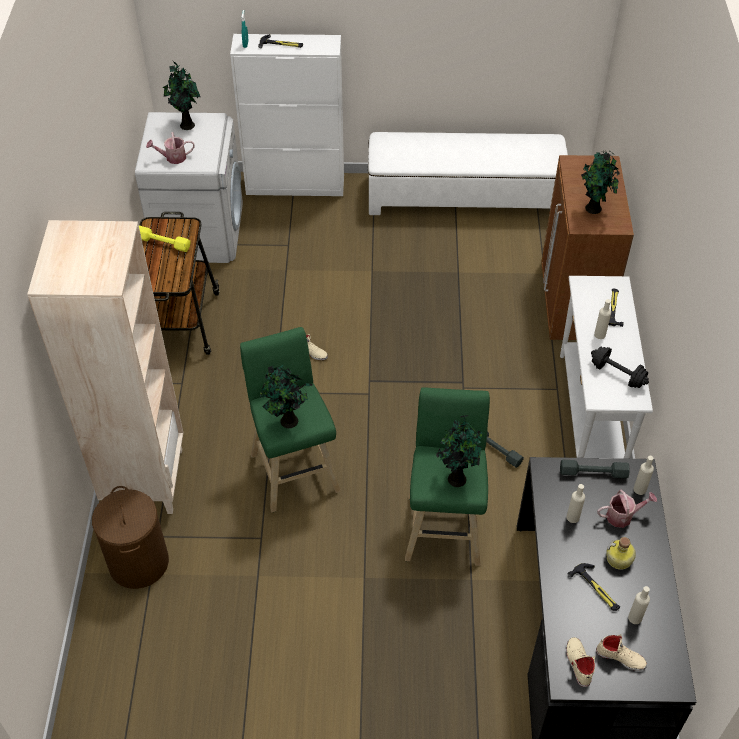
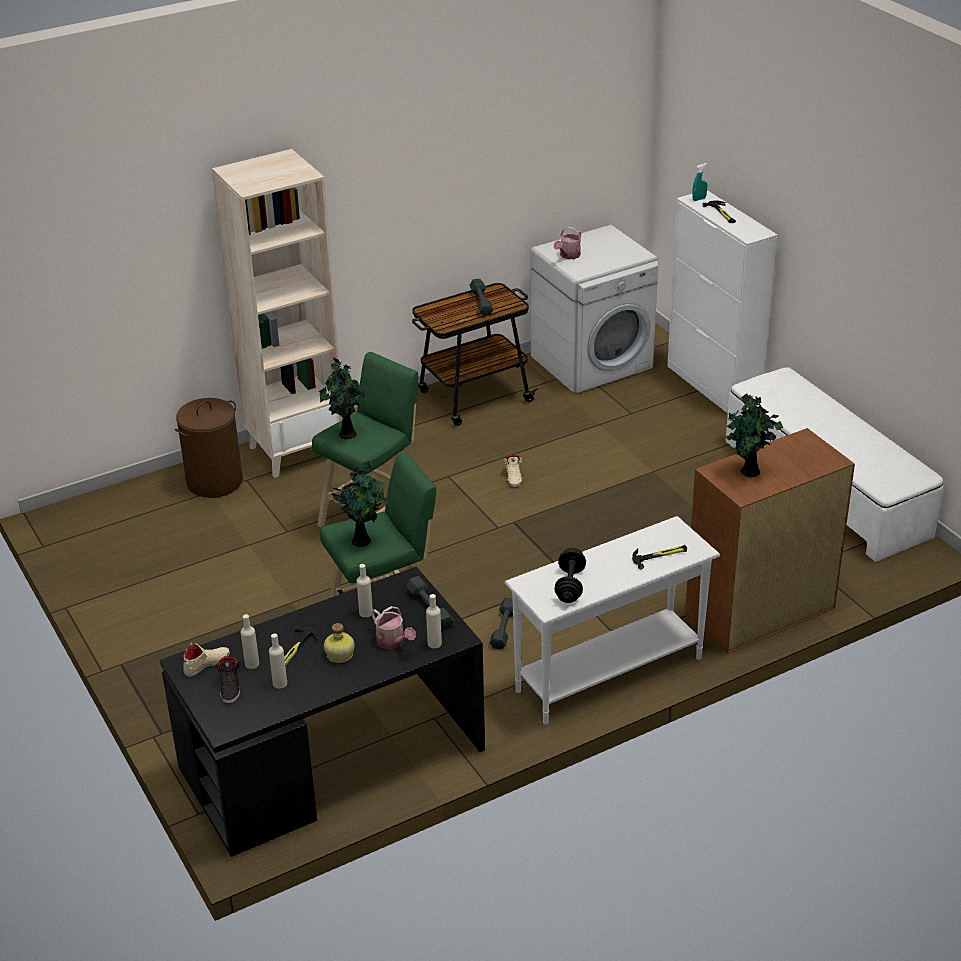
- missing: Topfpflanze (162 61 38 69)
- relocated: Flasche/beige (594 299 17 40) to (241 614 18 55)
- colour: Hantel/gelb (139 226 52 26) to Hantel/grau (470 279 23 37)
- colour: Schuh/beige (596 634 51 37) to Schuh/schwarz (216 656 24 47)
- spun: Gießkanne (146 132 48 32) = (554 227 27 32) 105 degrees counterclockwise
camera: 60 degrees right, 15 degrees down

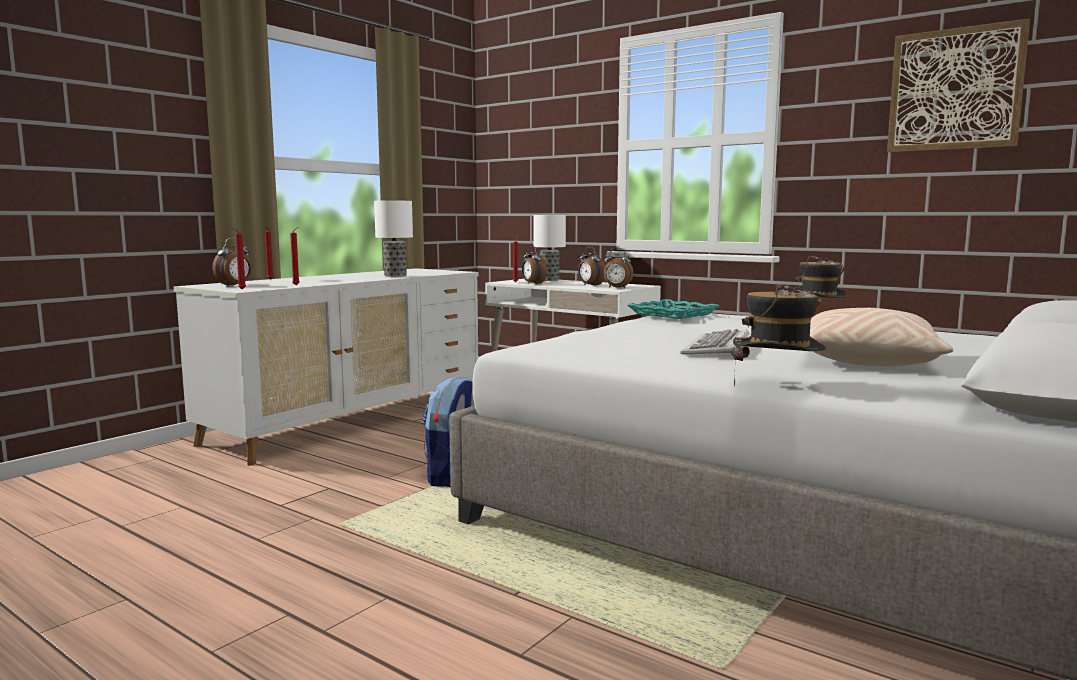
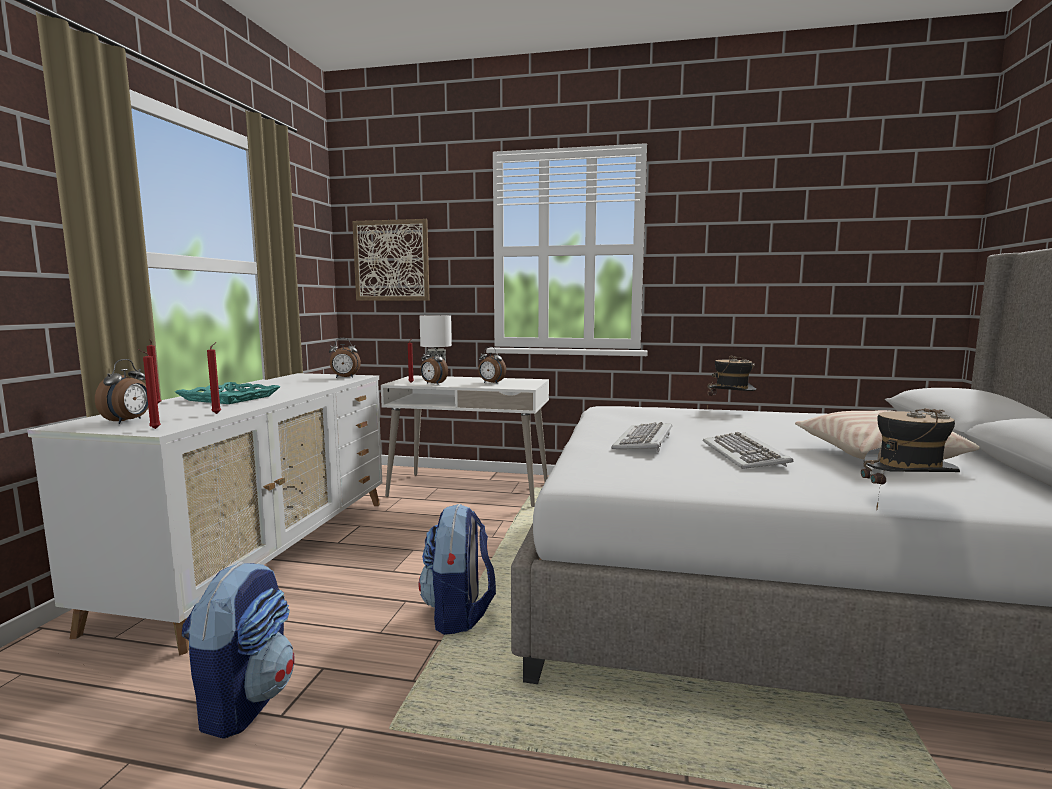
- missing: Tischlampe (374 200 39 77)
- appeared: Rucksack (182 562 113 177)
- appeared: Tastatur (611 422 61 30)
- relocated: Wecker (604 248 30 40) to (329 338 32 40)
- relocated: Tablett/türkis (627 299 93 20) to (175 382 105 22)
- relocated: Bild (887 18 143 134) to (352 219 78 82)
camera: 25 degrees left, 0 degrees up

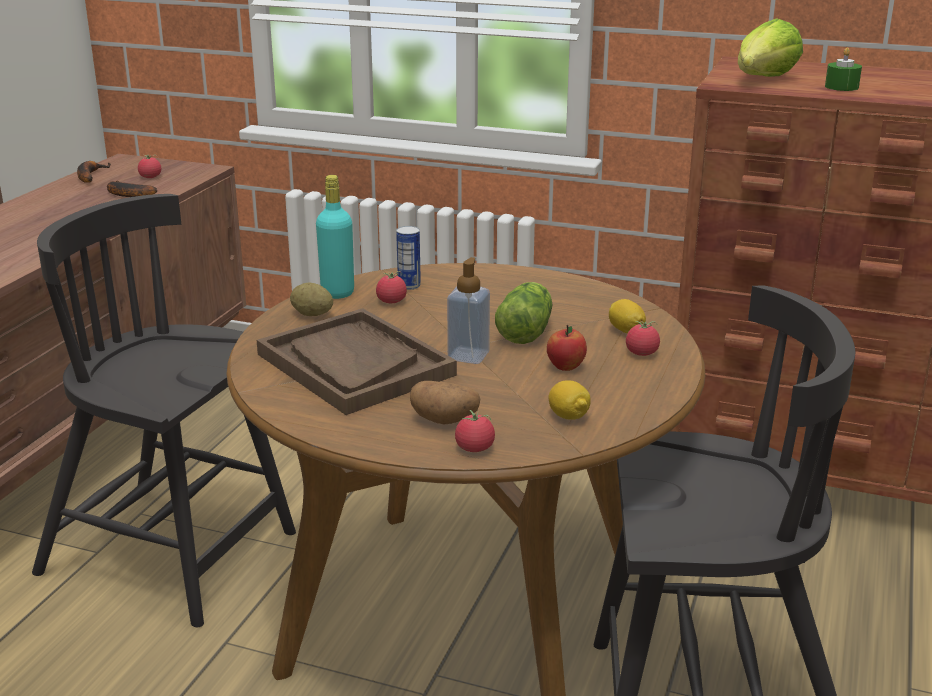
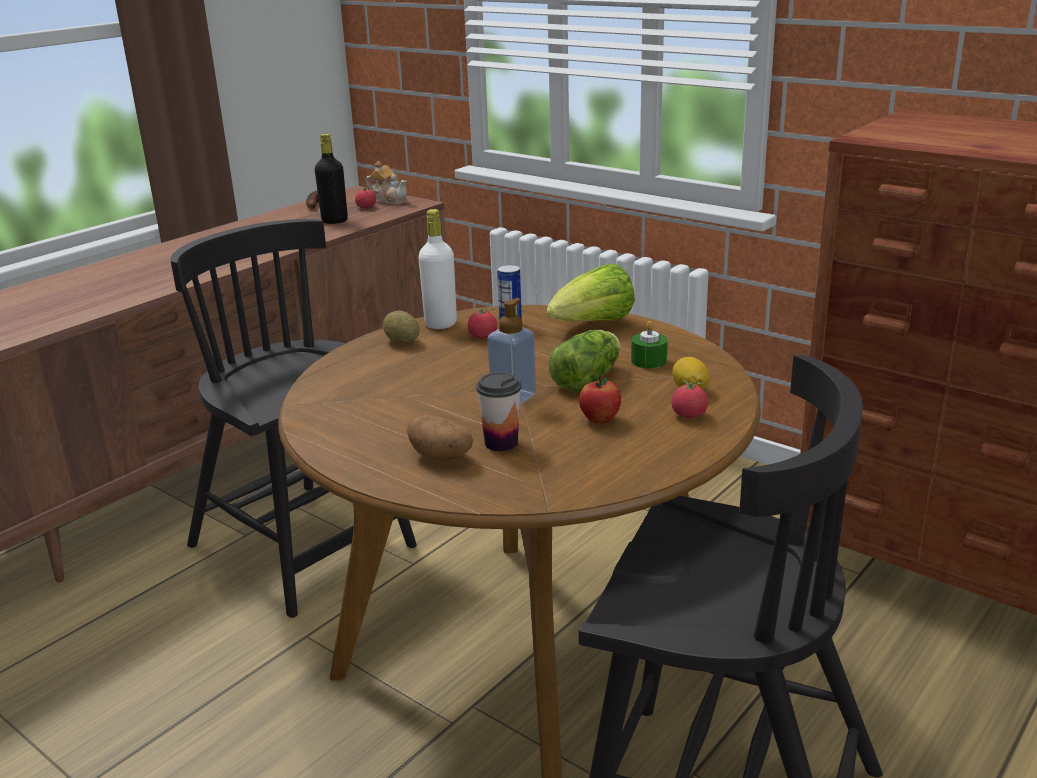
- missing: Tablett/braun (257 308 200 107)
- missing: Tomate (455 410 40 42)
- missing: Zitrone (549 380 42 40)
- appeared: Teekanne (366 161 41 44)
- appeared: Tasse (476 372 45 79)
- relocated: Salatkopf (738 18 65 59) to (547 264 88 57)
- relocated: Kerze/grün (825 47 37 44) to (631 321 37 47)
- exchanged: Banane (107 181 50 16) to Flasche/schwarz (315 134 33 90)
- colour: Flasche/türkis (316 175 38 124) to Flasche/weiß (418 209 39 120)
camera: 20 degrees right, 0 degrees up

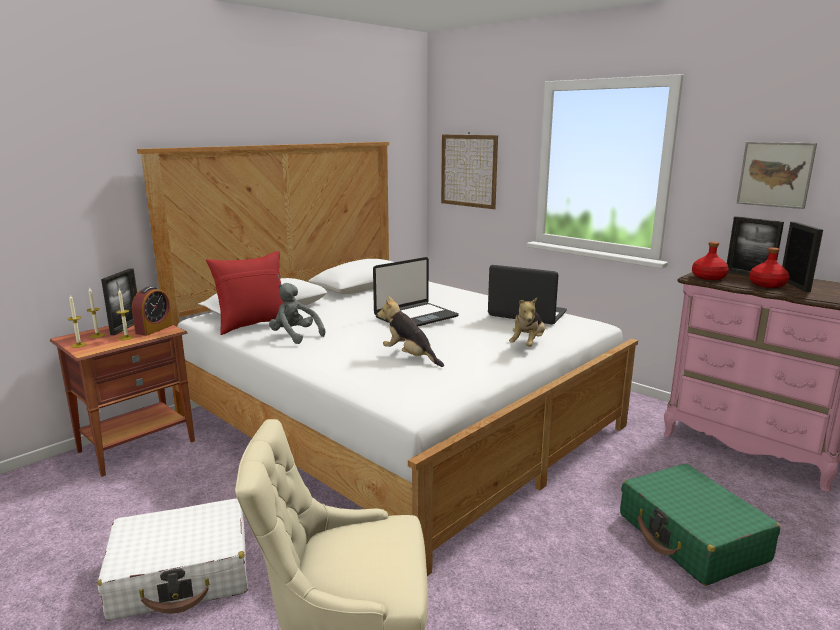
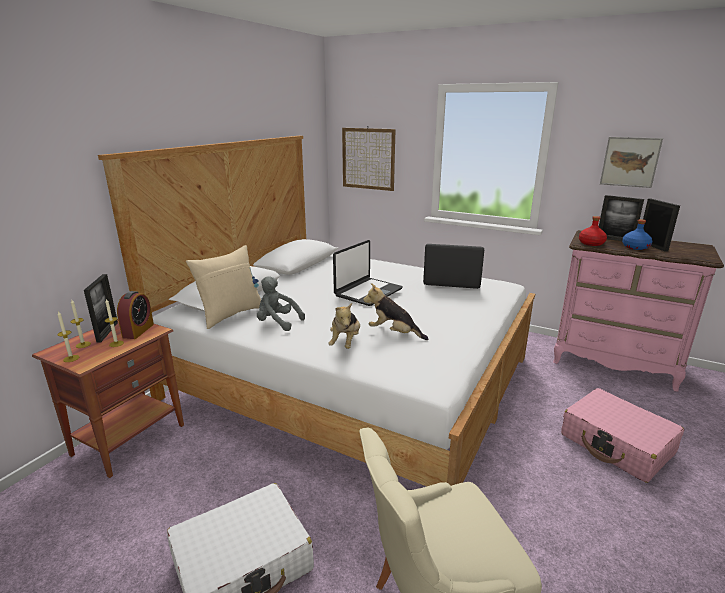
- relocated: Plüschtier (509 298 36 49) to (328 303 32 46)
- colour: Kissen/rot (206 251 78 84) to Kissen/beige (186 245 75 84)
- colour: Koffer/grün (620 464 160 122) to Koffer/rosa (561 388 123 95)
- colour: Flasche/rot (749 247 40 41) to Flasche/blau (622 219 30 31)
camera: 15 degrees left, 5 degrees up

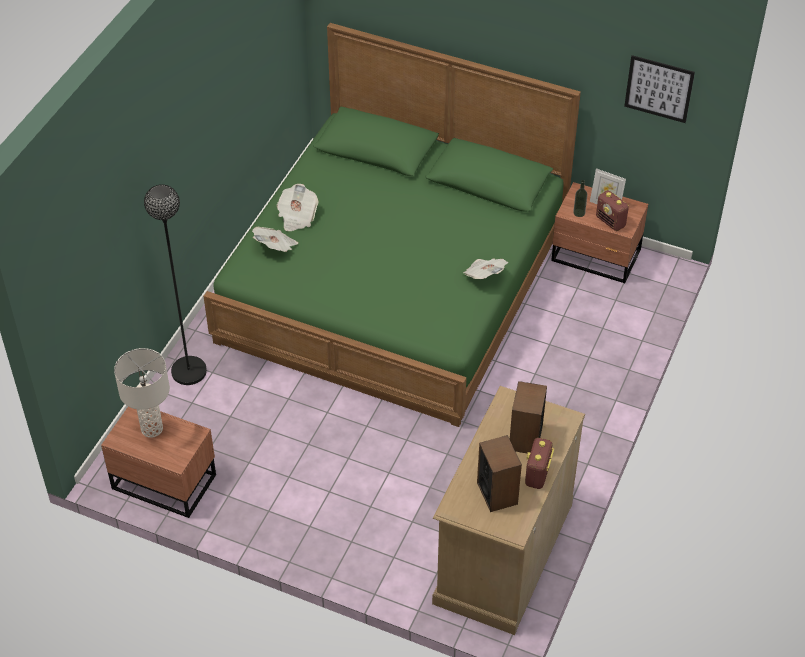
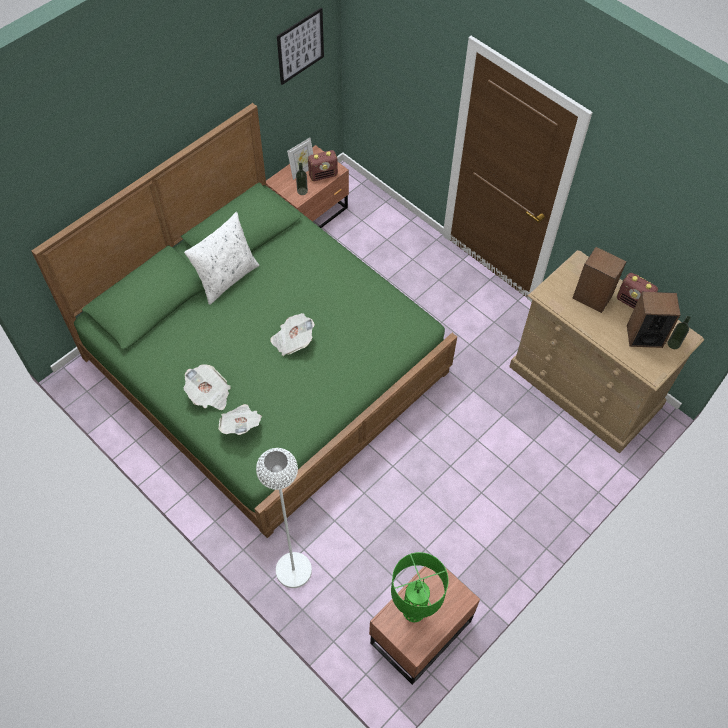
- appeared: Kissen/weiß (184 212 75 93)
- appeared: Flasche (668 316 23 33)
- relocated: Zeitung (463 258 45 21) to (270 313 45 43)
- colour: Tischlampe/weiß (114 348 56 90) to Tischlampe/grün (391 552 58 70)
- colour: Stehlampe/schwarz (144 184 63 201) to Stehlampe/weiß (256 448 56 140)
camera: 70 degrees left, 10 degrees up

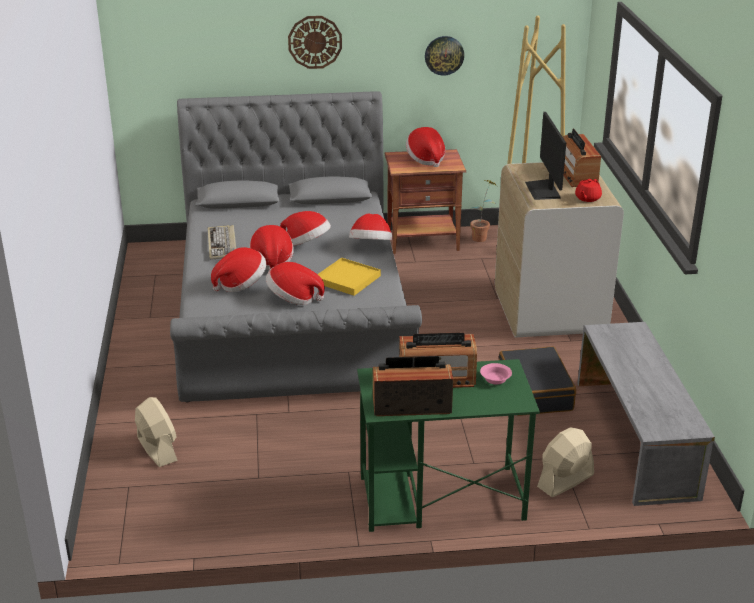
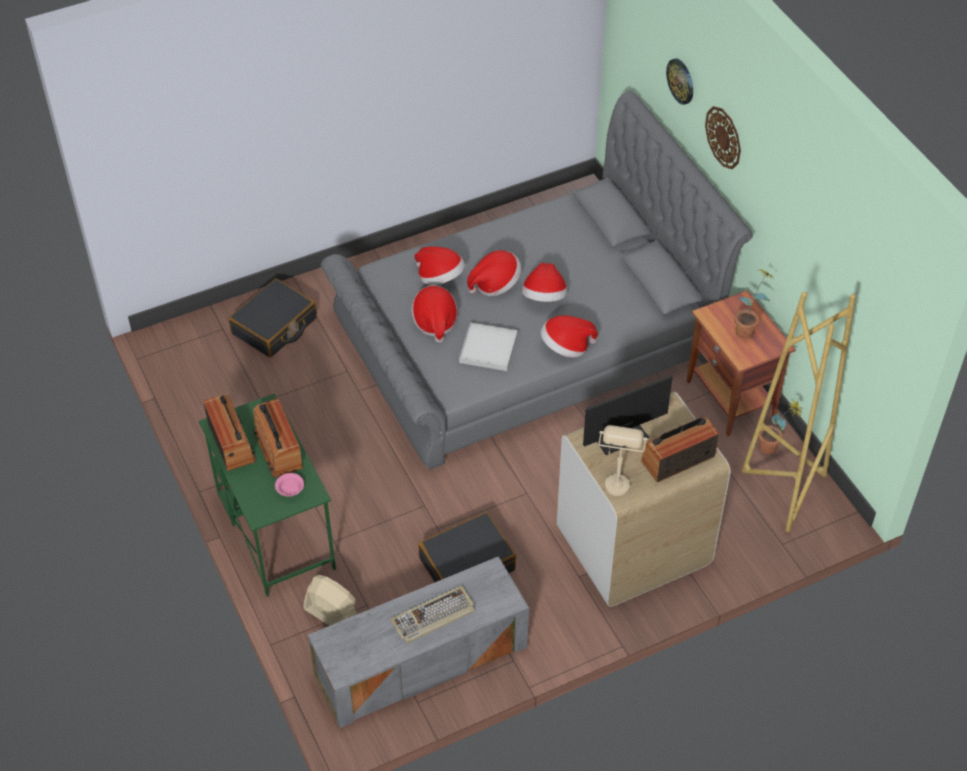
- relocated: Tastatur (207 225 29 35) to (390 586 85 58)
- relocated: Wanduhr (425 36 39 40) to (666 59 27 46)
- exchanged: Ventilator/beige (135 397 43 70) to Koffer/schwarz (229 279 88 79)
- exchanged: Hut (406 127 40 40) to Topfpflanze (735 269 40 70)
- exchanged: Teekanne/rot (575 179 27 23) to Tischlampe/beige (598 425 50 71)
- colour: Tablett/gelb (318 258 63 38) to Tablett/weiß (459 322 59 49)
camera: 70 degrees right, 20 degrees up

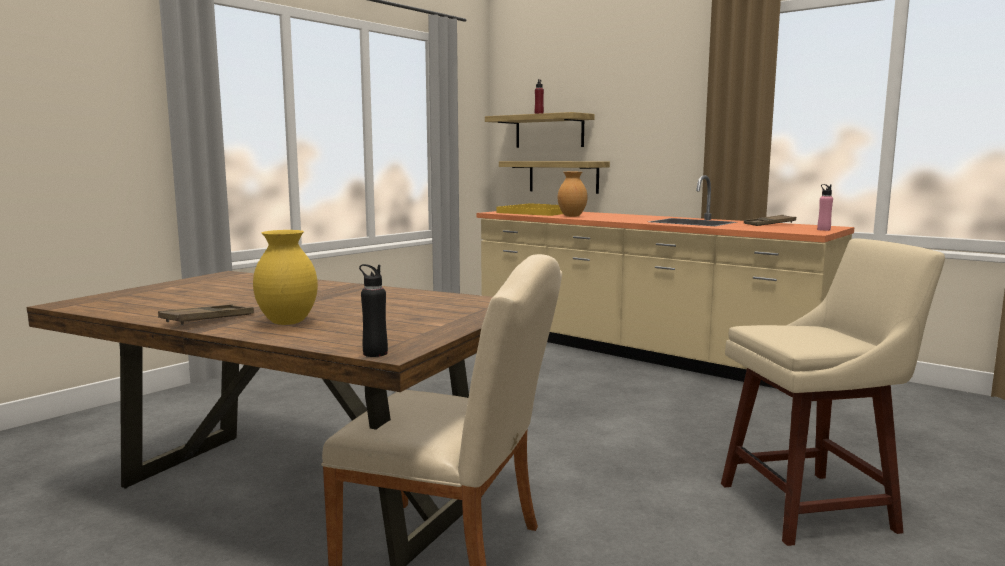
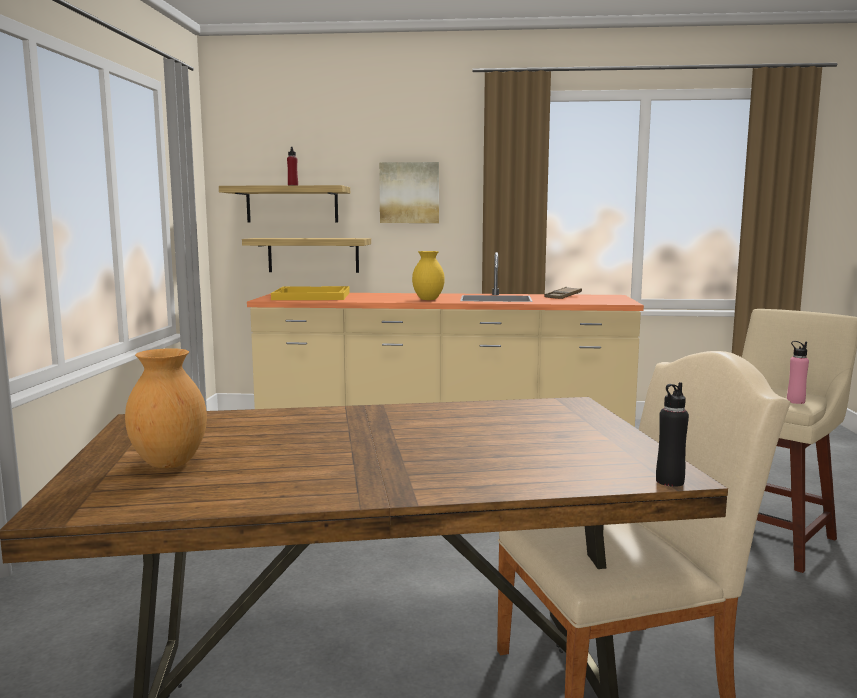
- missing: Tablett/braun (158 304 96 21)
- appeared: Bild (379 162 60 61)
- relocated: Vase/gelb (253 230 65 95) to (412 251 33 49)
- relocated: Vase/braun (558 172 29 45) to (125 348 82 120)
- relocated: Flasche/rosa (817 184 16 47) to (787 341 22 63)
camera: 35 degrees left, 0 degrees up

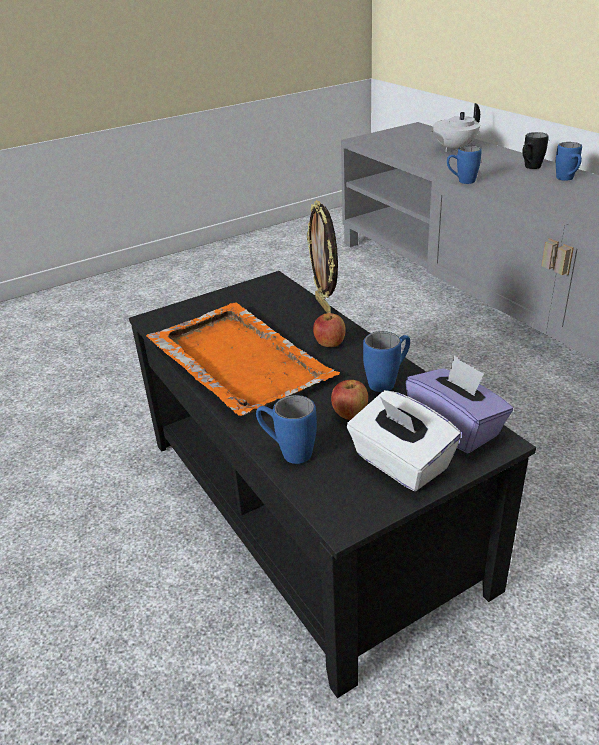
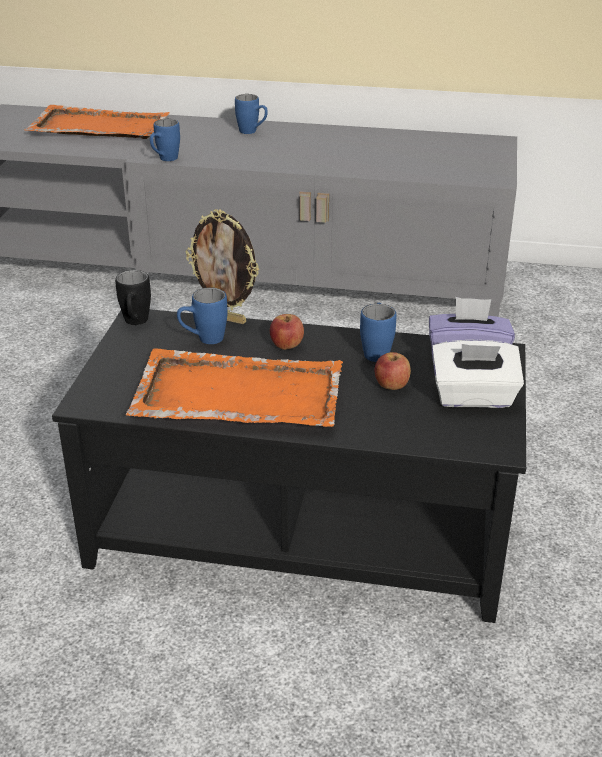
- relocated: Henkelbecher/blau (256 395 61 69) to (177 287 51 57)
- relocated: Henkelbecher/schwarz (522 132 27 37) to (115 270 36 55)
- exchanged: Teekanne/weiß (430 103 50 49) to Tablett/orange (24 105 146 34)
camera: 50 degrees left, 0 degrees up

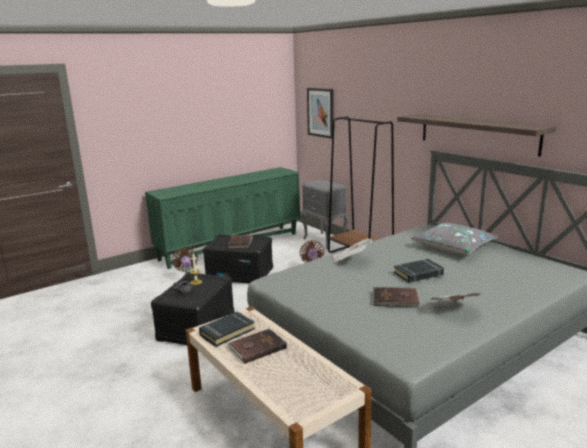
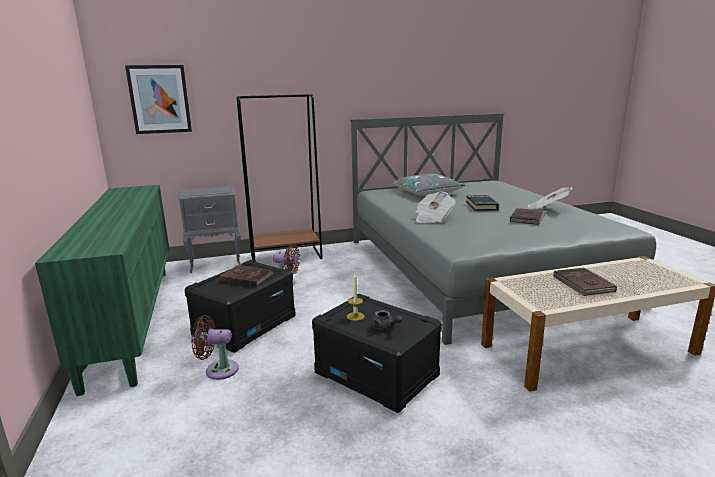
- missing: Buch/schwarz (199 312 56 35)
- missing: Wandregal (397 114 159 43)
camera: 70 degrees left, 0 degrees up

